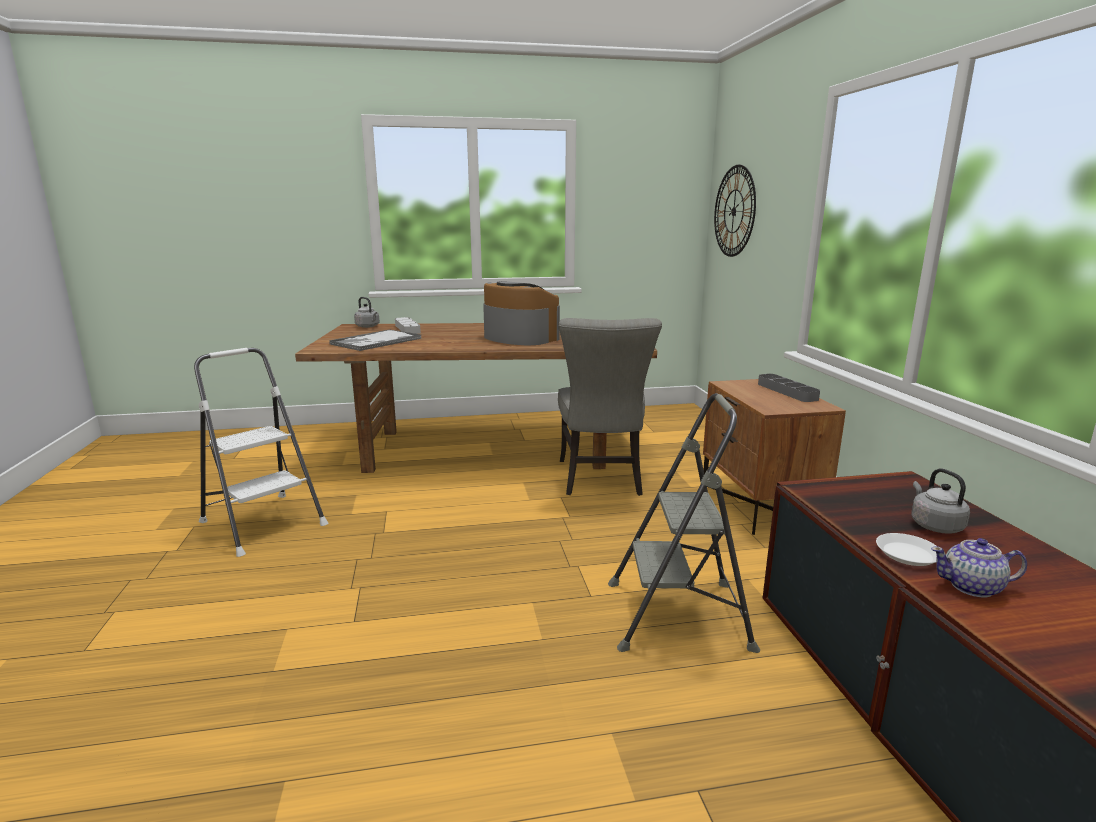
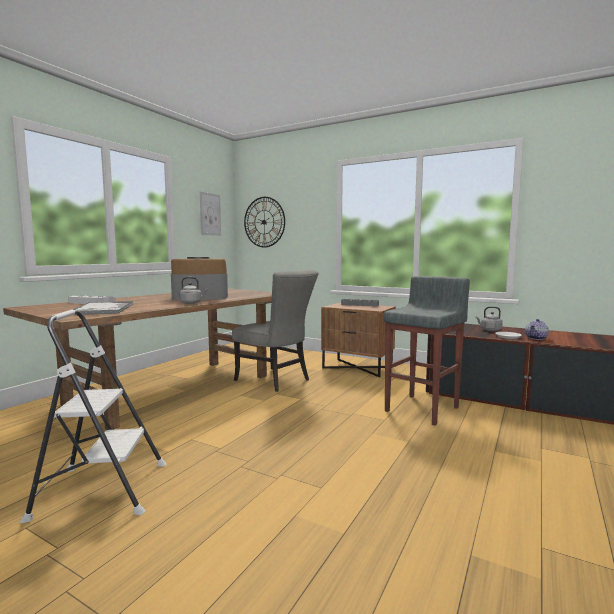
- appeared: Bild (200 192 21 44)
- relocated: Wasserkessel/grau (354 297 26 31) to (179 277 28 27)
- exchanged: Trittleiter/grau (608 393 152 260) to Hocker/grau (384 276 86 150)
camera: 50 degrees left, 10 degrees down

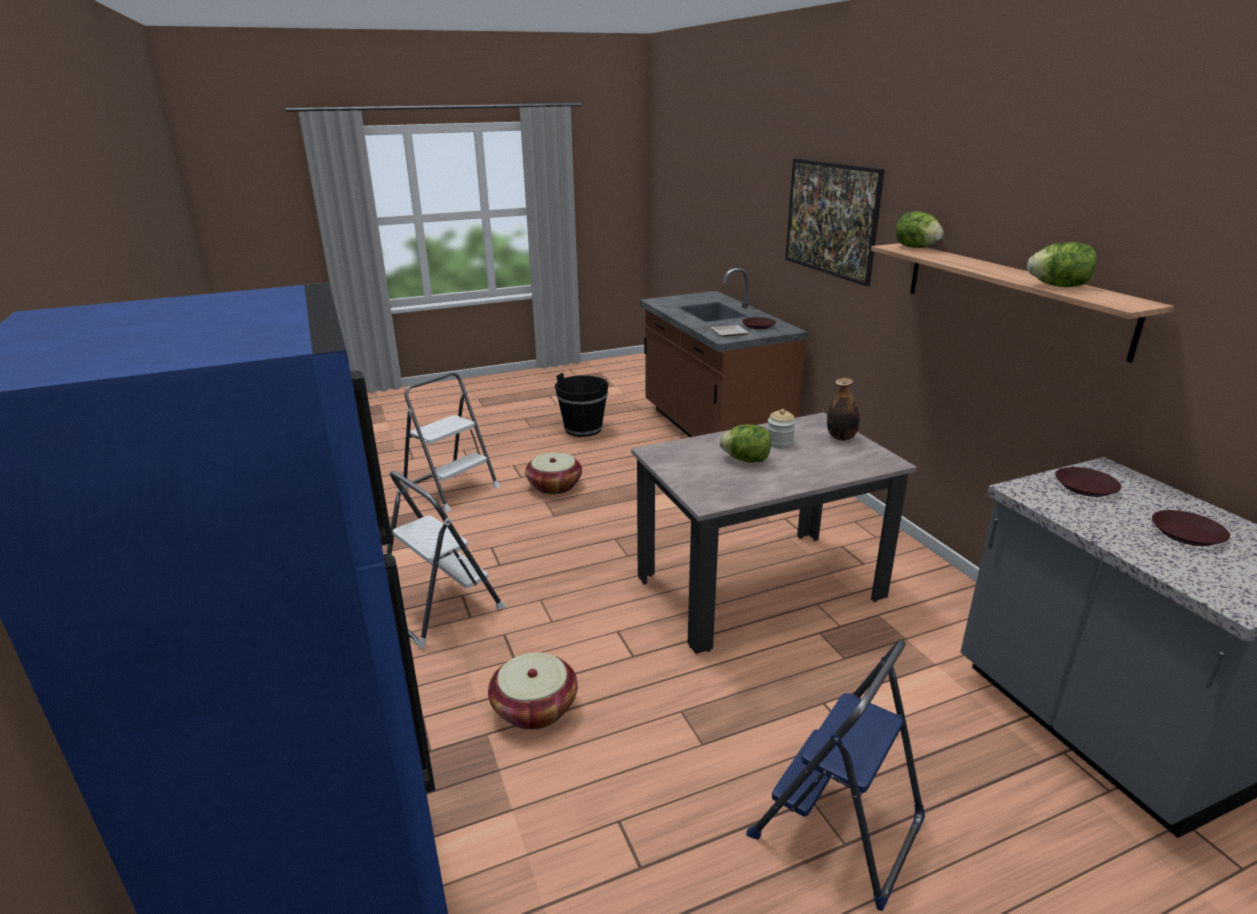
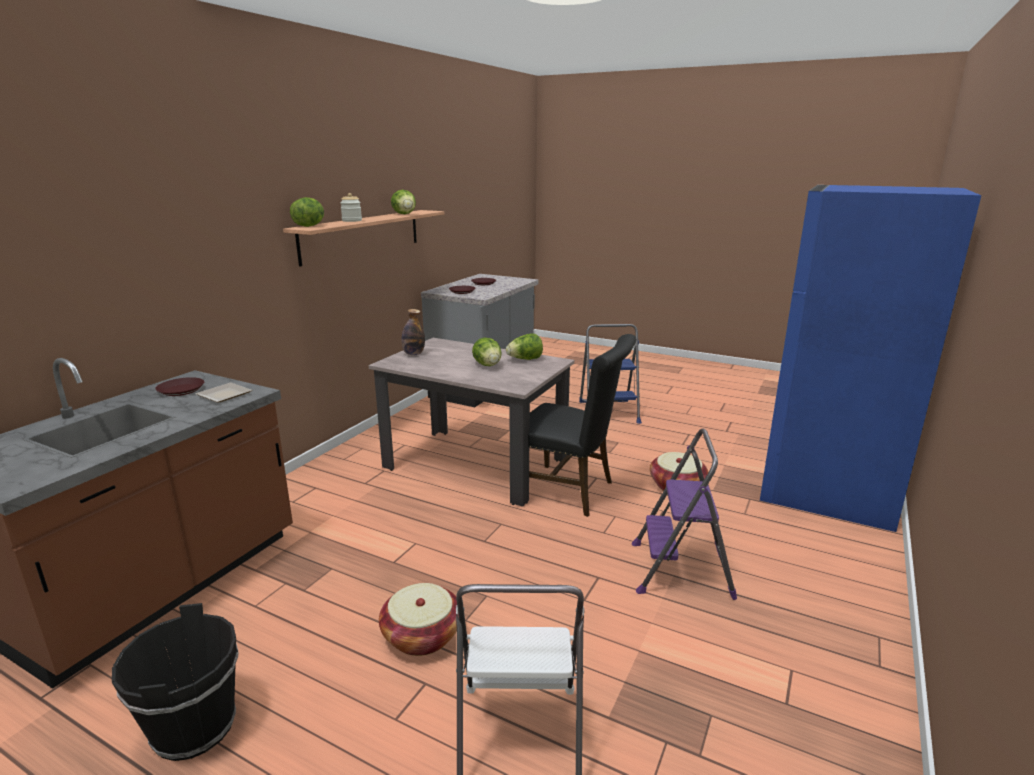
- missing: Bild (785 159 100 127)
- appeared: Salatkopf (506 333 37 27)
- appeared: Stuhl/schwarz (528 334 108 183)
- relocated: Vorratsglas (767 409 29 39) to (340 193 22 29)
- colour: Trittleiter/weiß (387 471 120 178) to Trittleiter/lila (632 428 105 172)
camera: 130 degrees left, 5 degrees down

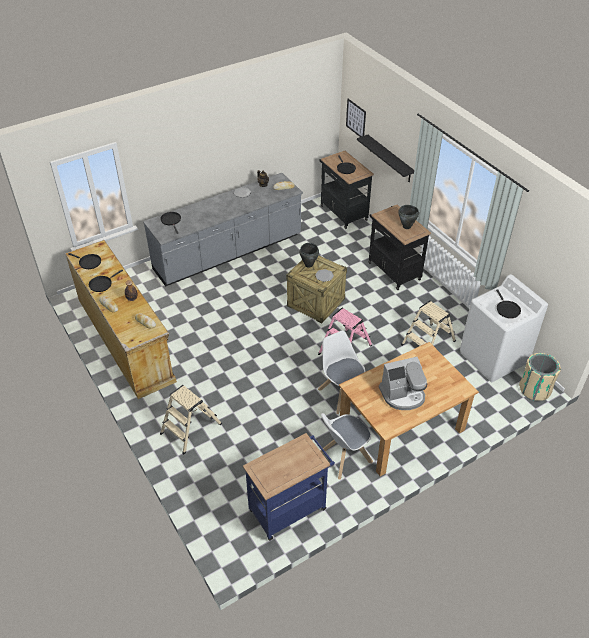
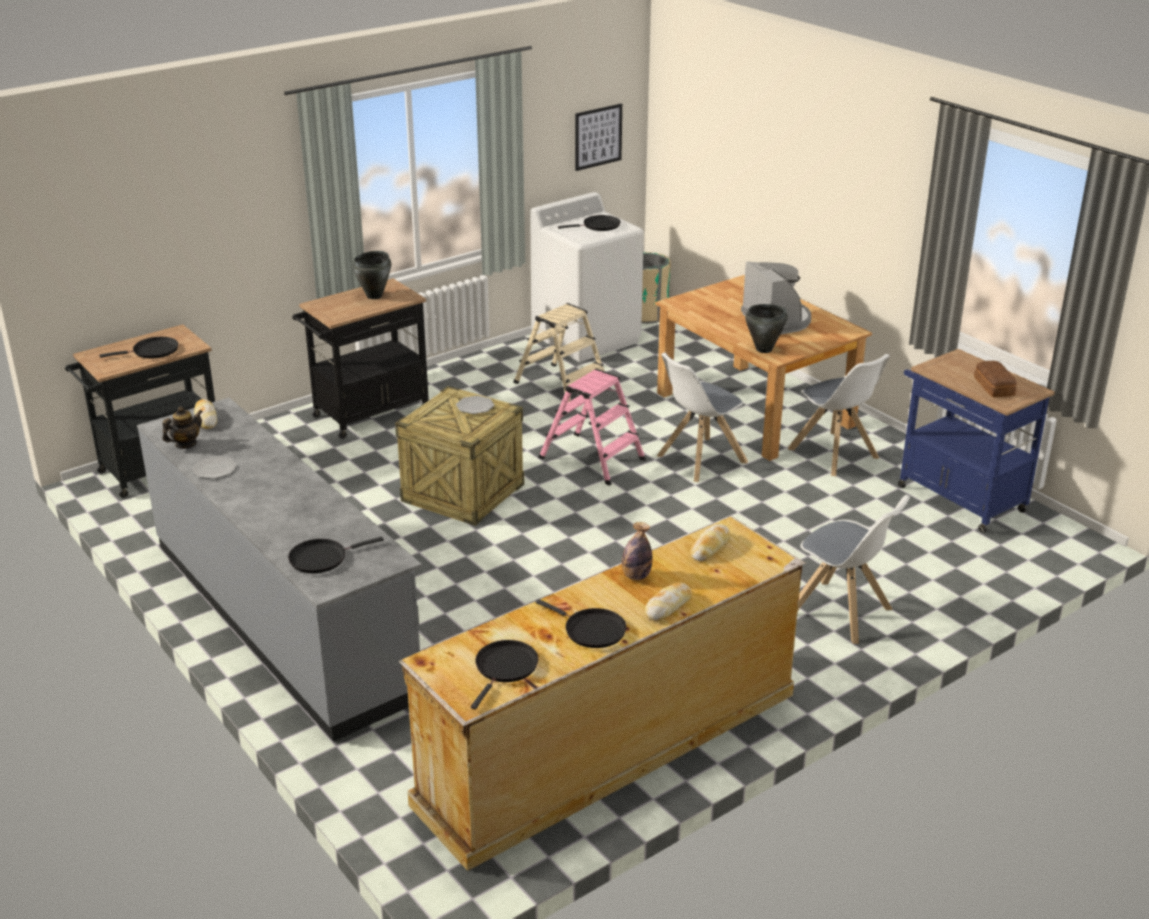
- missing: Wandregal/schwarz (357 135 57 47)
- appeared: Brot (974 361 43 36)
- relocated: Kochtopf/schwarz (299 243 20 25) to (745 304 43 49)
- relocated: Bild (346 99 20 38) to (575 103 47 68)
- exchanged: Trittleiter/beige (160 385 62 70) to Stuhl (798 495 112 149)
camera: 95 degrees left, 15 degrees down

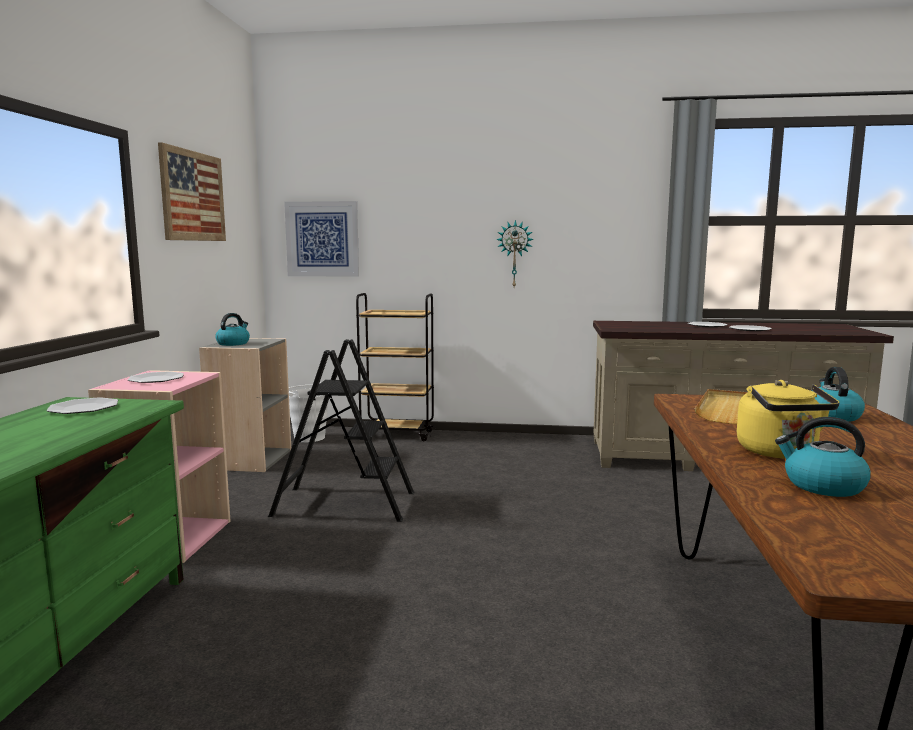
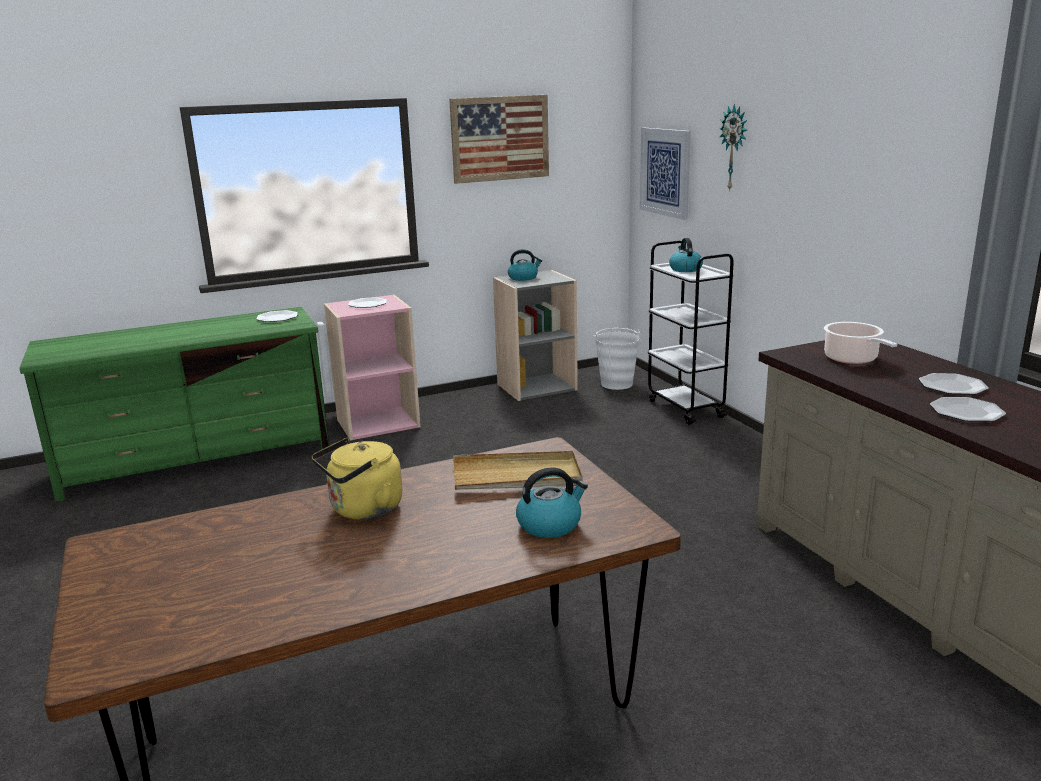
- missing: Trittleiter/schwarz (267 339 148 183)
- appeared: Kochtopf (824 322 73 42)
- relocated: Wanduhr (496 220 38 67) to (719 104 28 88)
- relocated: Wasserkessel (775 417 96 80) to (669 238 34 34)
- colour: Rollwagen/braun (356 293 80 148) to Rollwagen/weiß (648 241 86 184)
camera: 60 degrees right, 10 degrees up

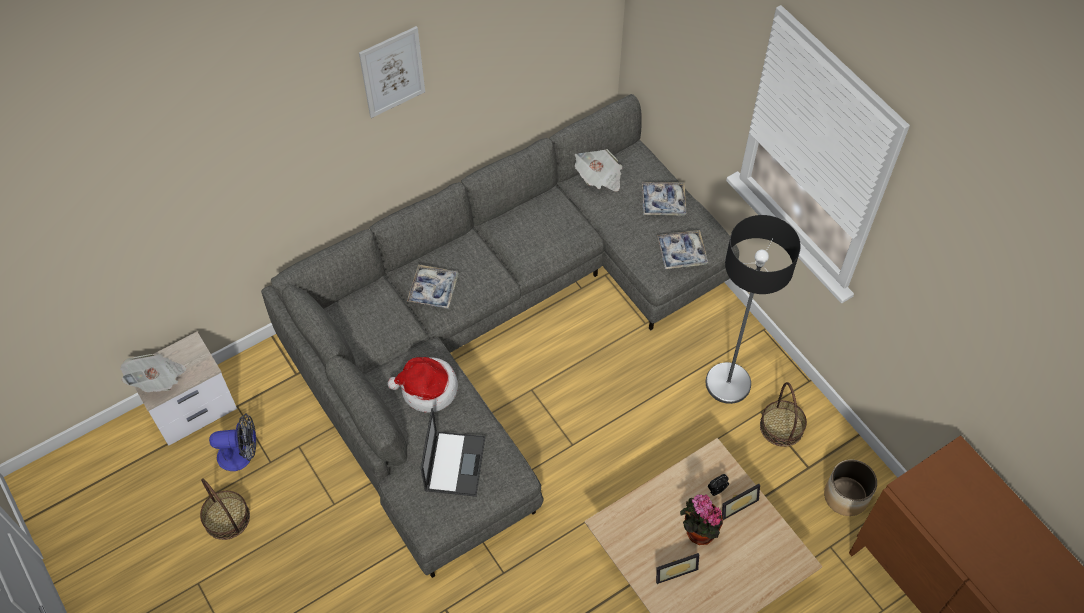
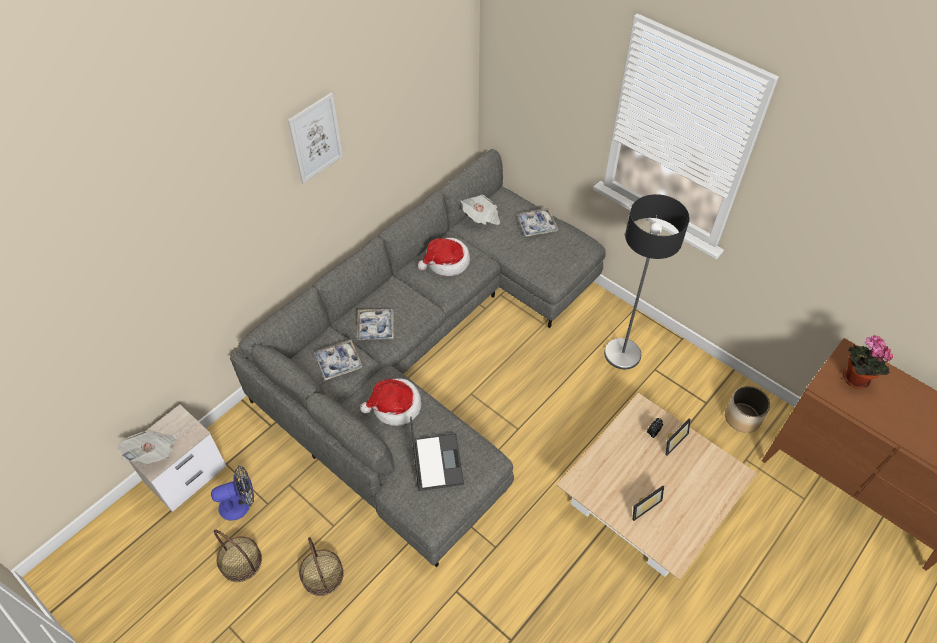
- appeared: Hut (418 238 52 38)
- relocated: Tablett (657 230 51 39) to (314 340 49 40)
- relocated: Topfpflanze (680 494 43 51) to (844 335 49 54)
- relocated: Korb (760 382 47 65) to (299 537 45 59)
camera: 15 degrees left, 5 degrees down

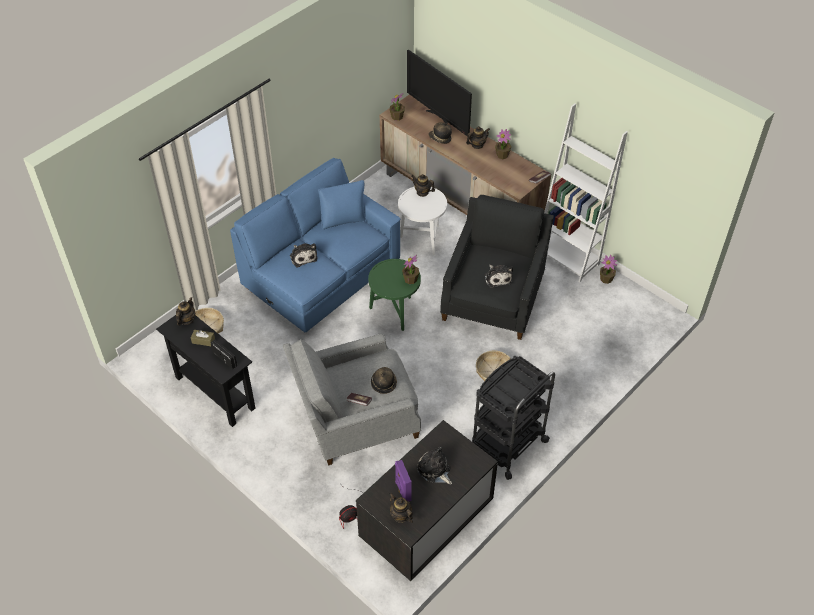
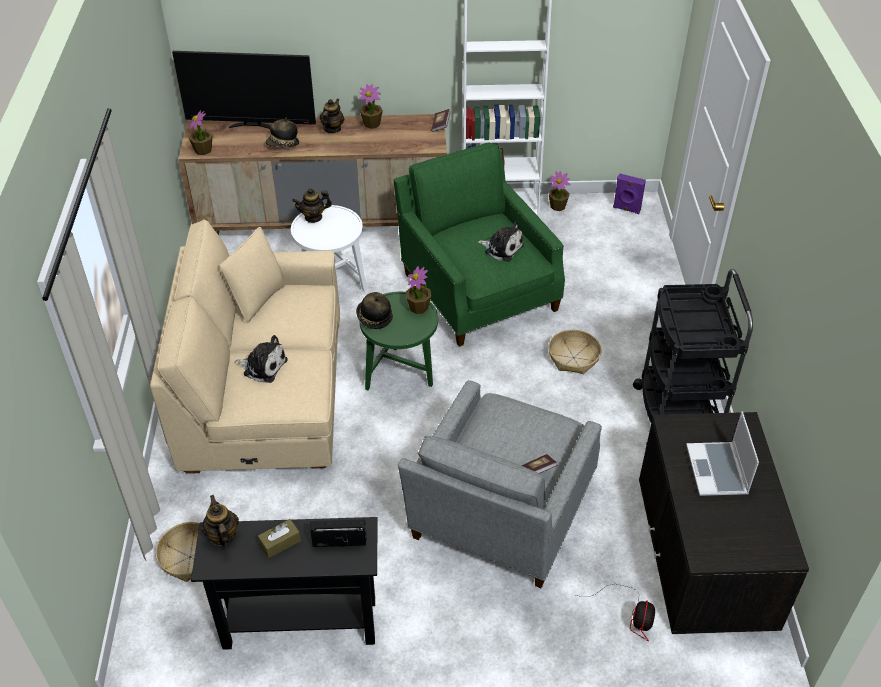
- missing: Teekanne (390 493 23 30)
- relocated: Hut (371 367 26 27) to (356 292 37 37)
- relocated: Lautsprecher/lila (395 460 17 42) to (613 174 33 40)
- exchanged: Plüschtier (416 446 36 38) to Laptop (686 411 73 85)
- colour: Sofa/blau (230 158 170 174) to Sofa/beige (150 219 190 255)
- colour: Sessel/schwarz (440 195 114 145) to Sessel/grün (393 143 172 204)
camera: 45 degrees left, 5 degrees down

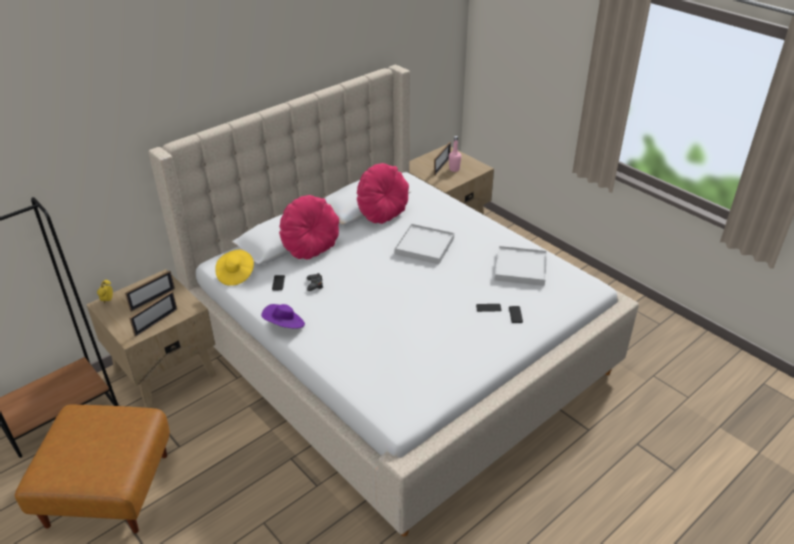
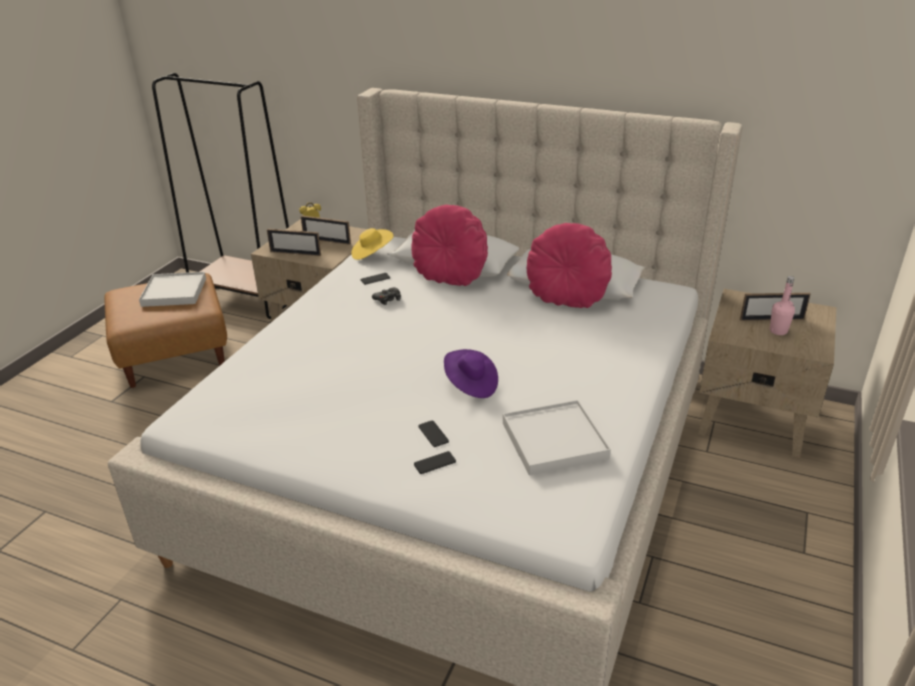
- relocated: Hut/lila (261 304 44 24) to (444 349 54 49)
- relocated: Tablett/weiß (394 224 60 40) to (139 272 67 35)
camera: 65 degrees right, 5 degrees down

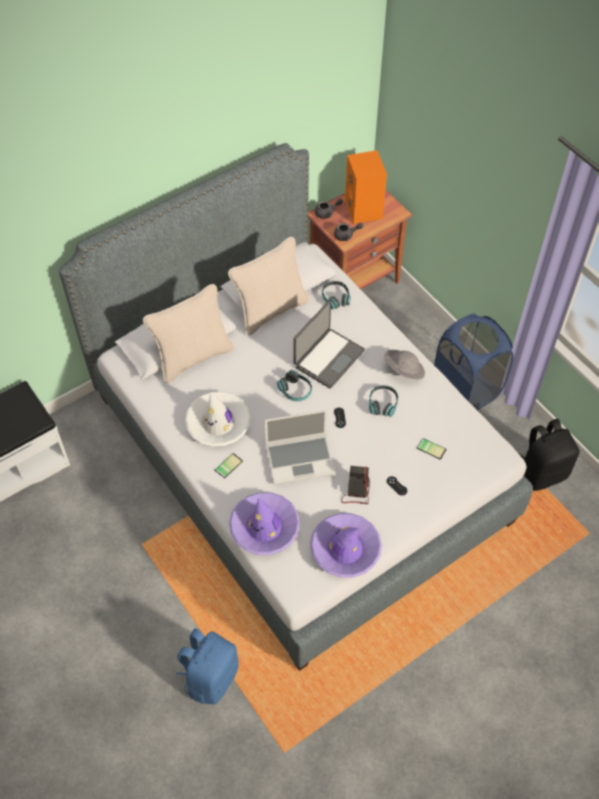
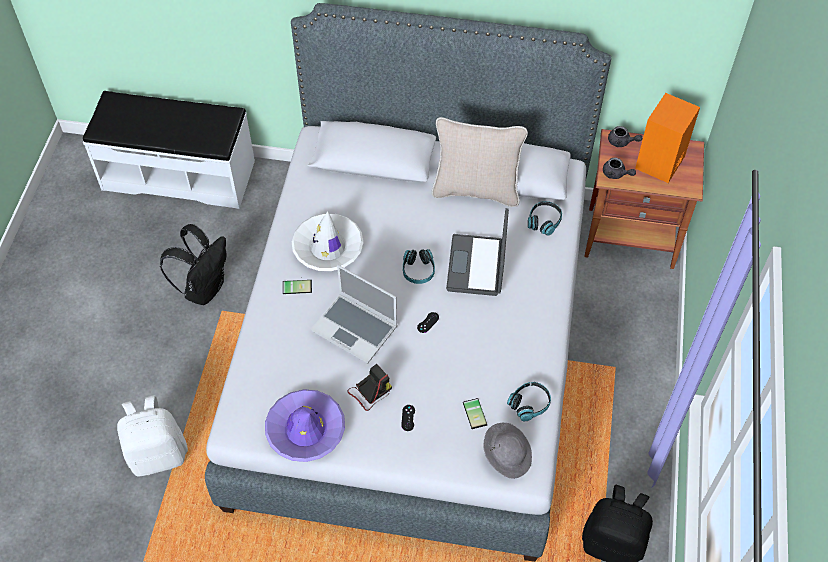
- missing: Kissen/beige (143 284 91 99)
- missing: Hut/lila (229 492 71 63)
- missing: Wäschekorb/blau (434 314 80 96)
- appeared: Rucksack/schwarz (160 224 66 81)
- relocated: Kopfhörer (369 385 29 32) to (507 382 44 39)
- relocated: Hut/grau (384 350 41 29) to (484 422 48 57)
- colour: Rucksack/blau (176 628 63 76) to Rucksack/weiß (117 395 71 82)
- spun: Laptop (294 300 71 88) = (446 208 63 88) 105 degrees clockwise
camera: 45 degrees right, 0 degrees up

